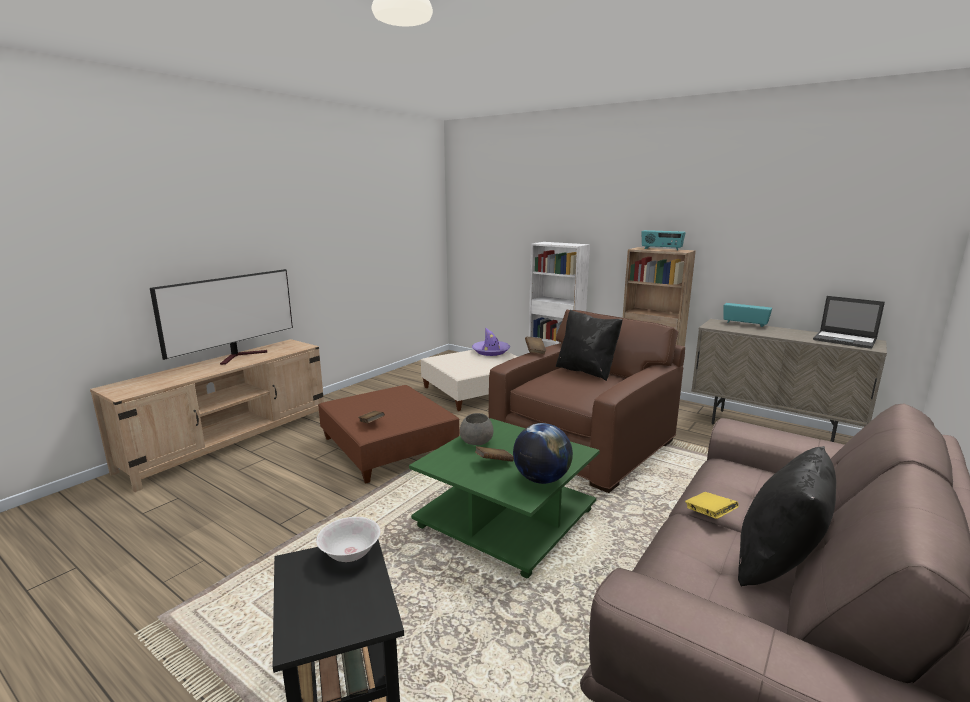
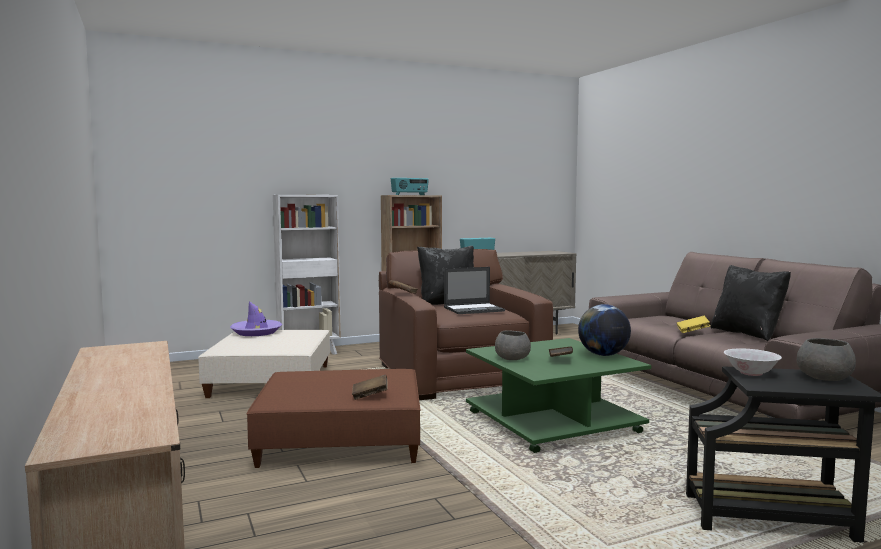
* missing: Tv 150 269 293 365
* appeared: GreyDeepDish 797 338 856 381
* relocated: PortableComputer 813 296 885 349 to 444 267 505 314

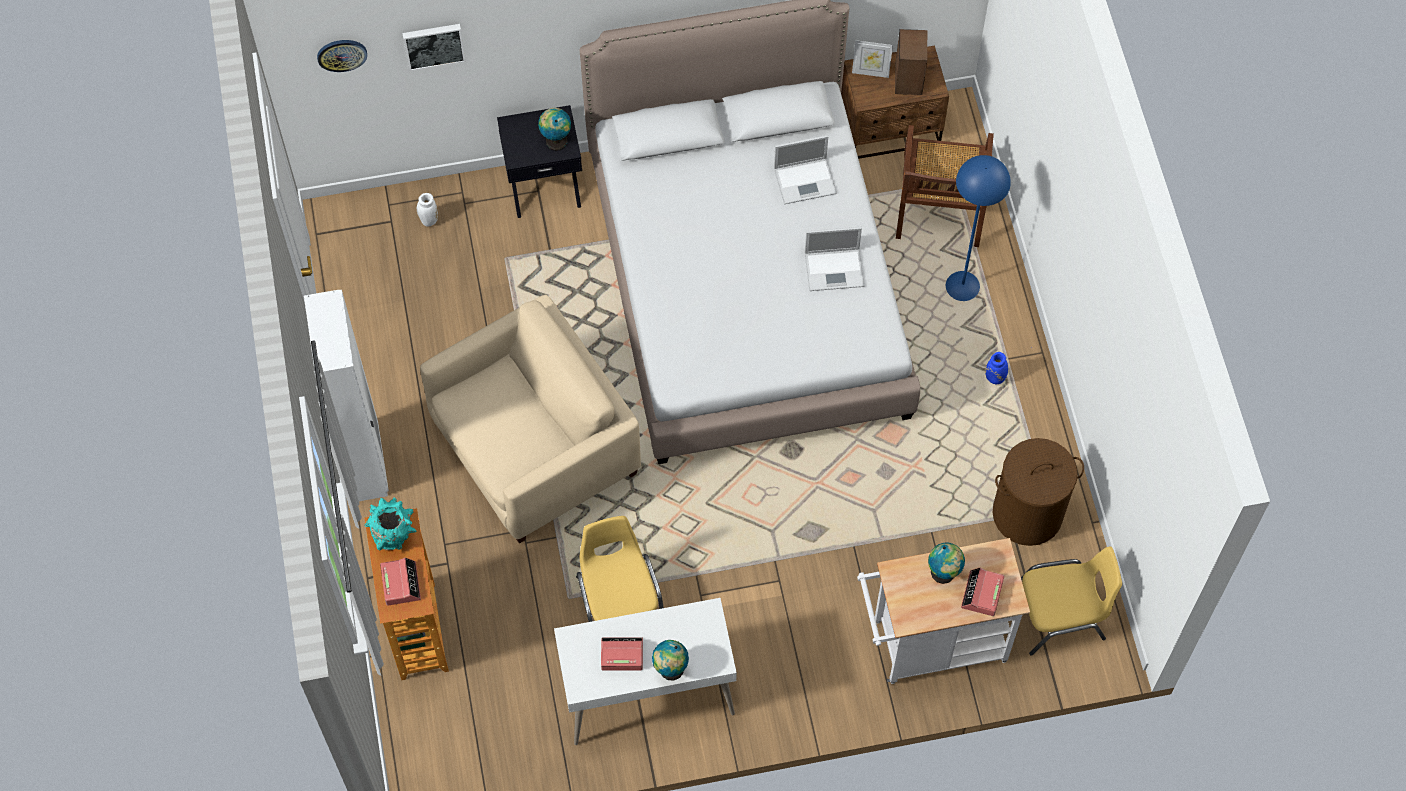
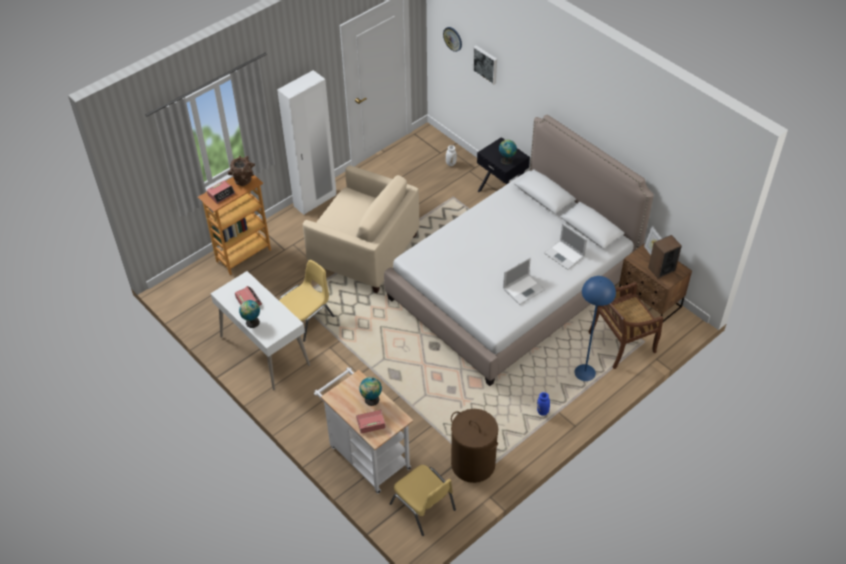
* colour: TurquoiseColouredFlowerVase 364 498 417 550 to BrownColouredFlowerVase 228 156 255 186
* spun: PortableComputer 805 227 864 291 = 503 257 545 305 90 degrees counterclockwise

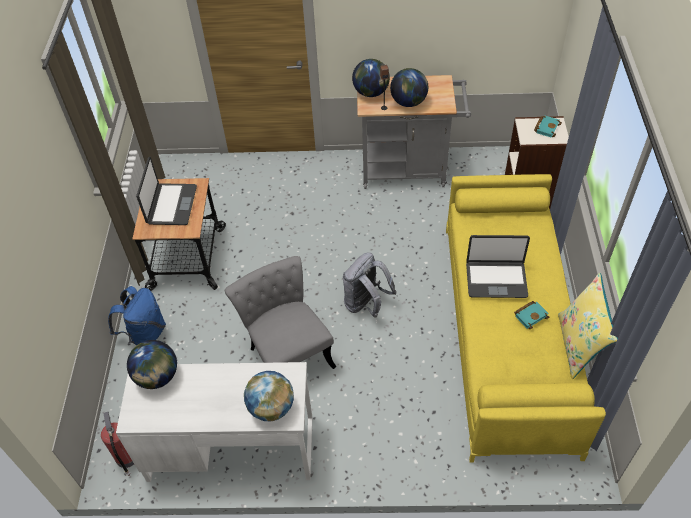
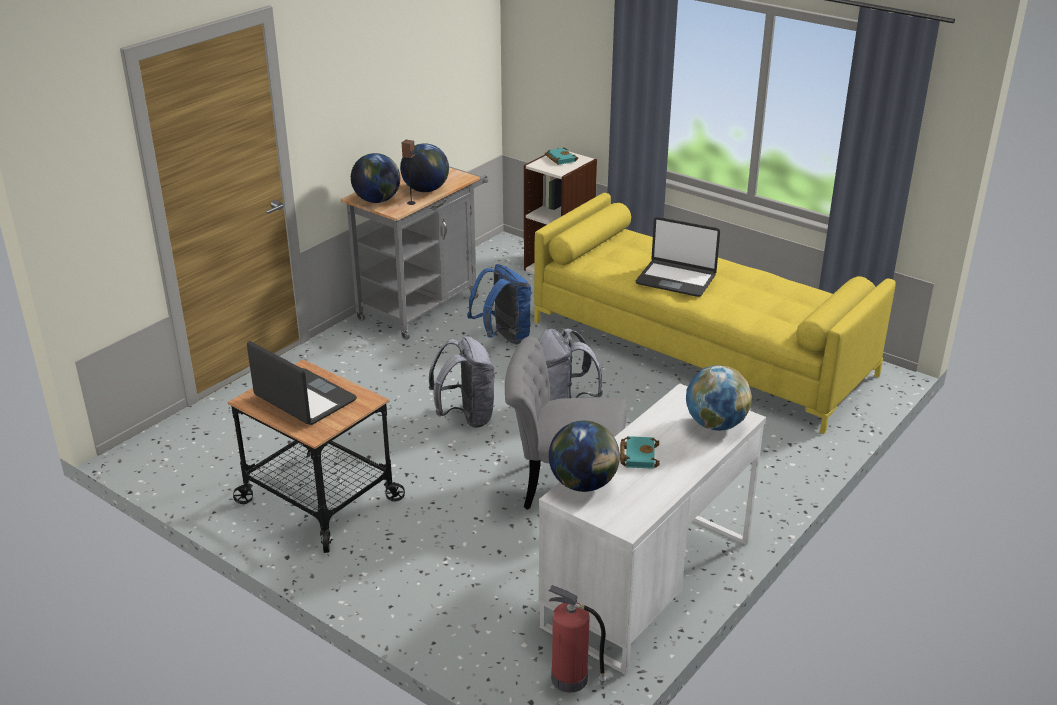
* missing: YellowThrowPillow 558 273 618 379
* appeared: GreyKnapsack 429 336 495 428
* relocated: BluishKnapsack 108 286 166 346 to 467 264 532 344
* relocated: TurquoiseColouredBook 514 301 549 329 to 620 436 660 469
* spun: PortableComputer 466 235 530 298 = 636 217 720 297 75 degrees clockwise

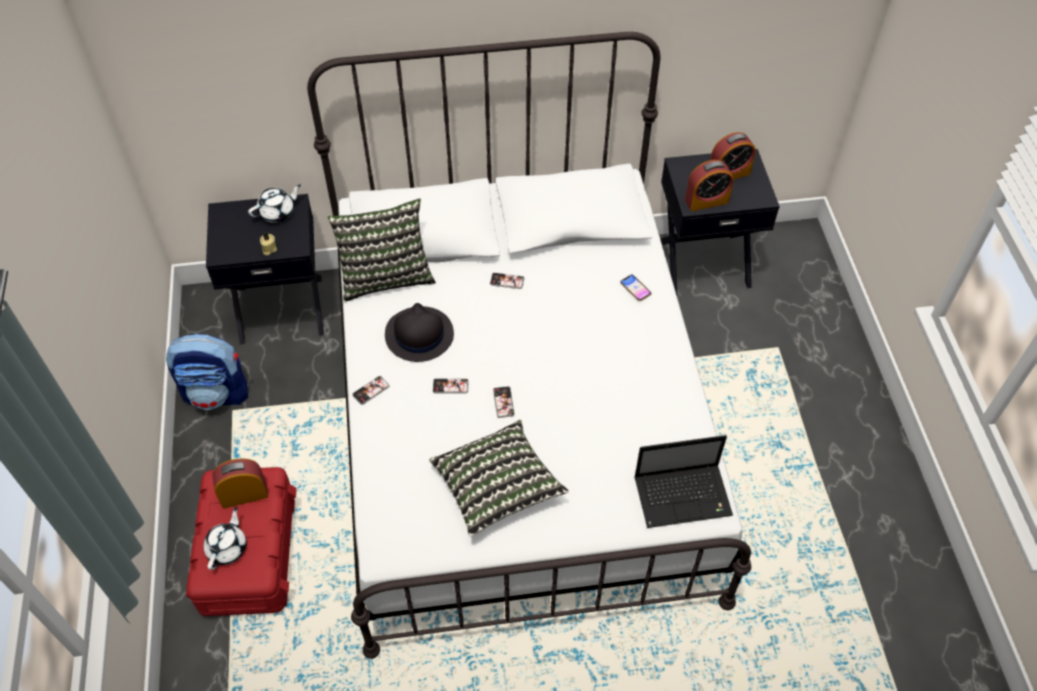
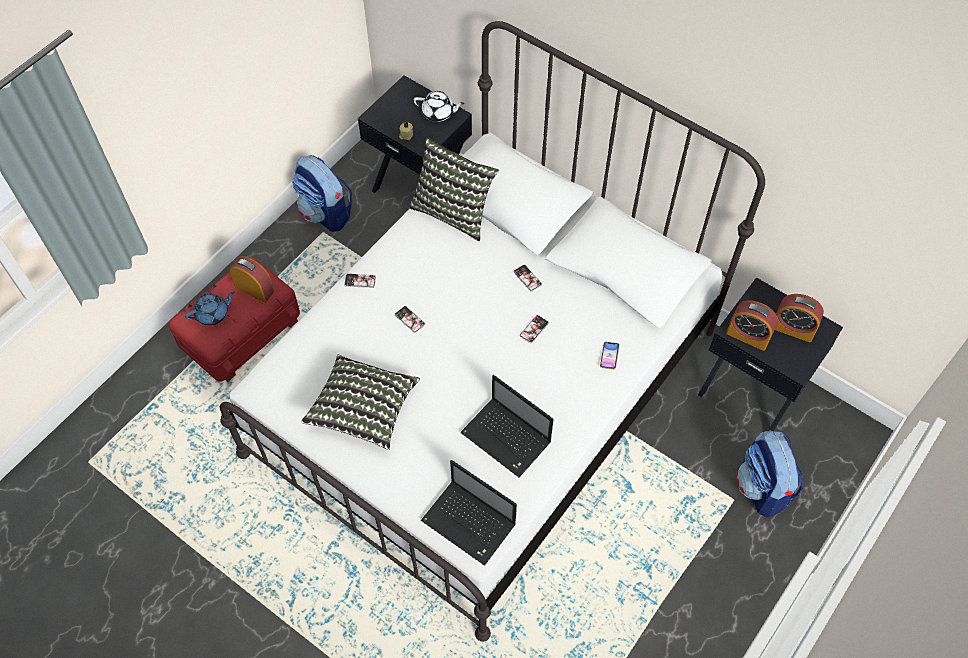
* missing: BlackHat 385 303 454 362
* appeared: PortableComputer 460 375 554 478
* appeared: Knapsack 736 431 803 518
* relocated: Phone 493 386 515 418 to 520 315 549 343
* colour: WhiteColouredTeapot 204 506 247 570 to BluishTeapot 185 291 235 326

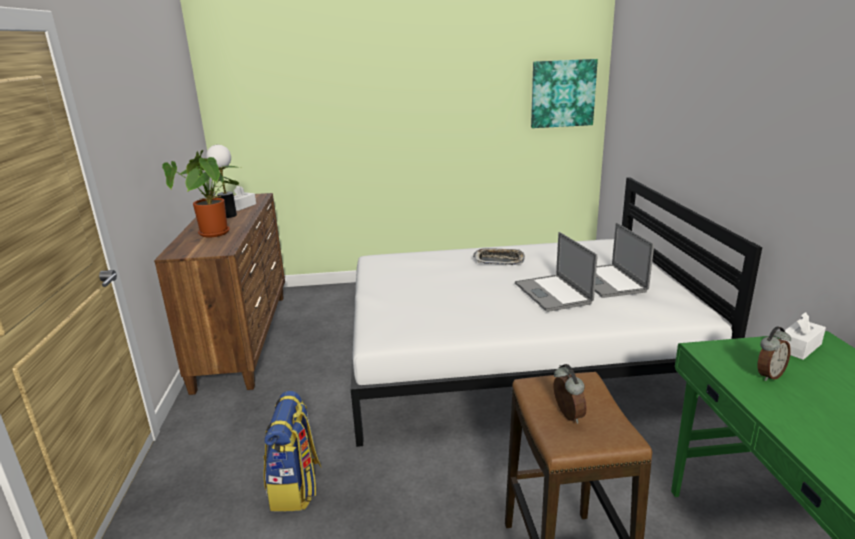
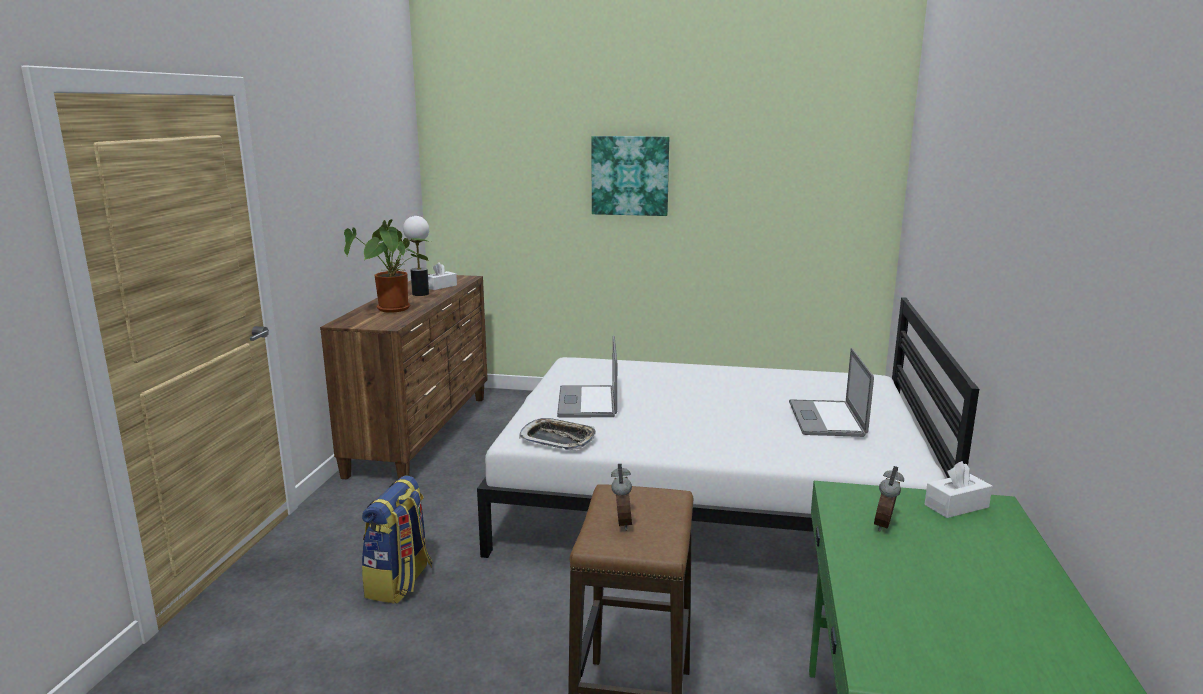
* relocated: Tray 473 248 525 265 to 519 418 596 450
* relocated: PortableComputer 515 232 597 312 to 557 335 617 418
* relocated: WallArt 531 59 598 128 to 591 136 669 216
* spun: TableClock 758 327 791 381 = 874 466 904 531 135 degrees clockwise

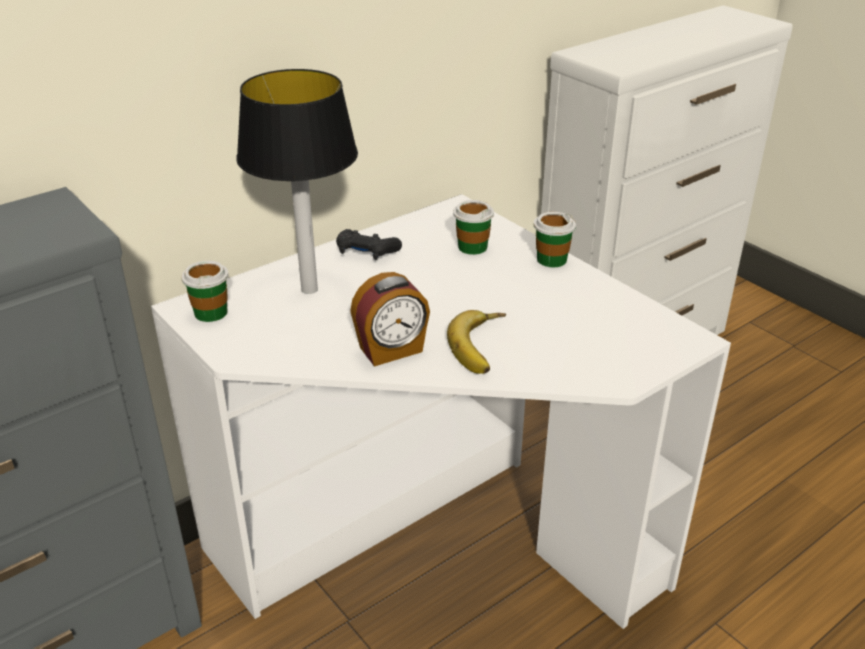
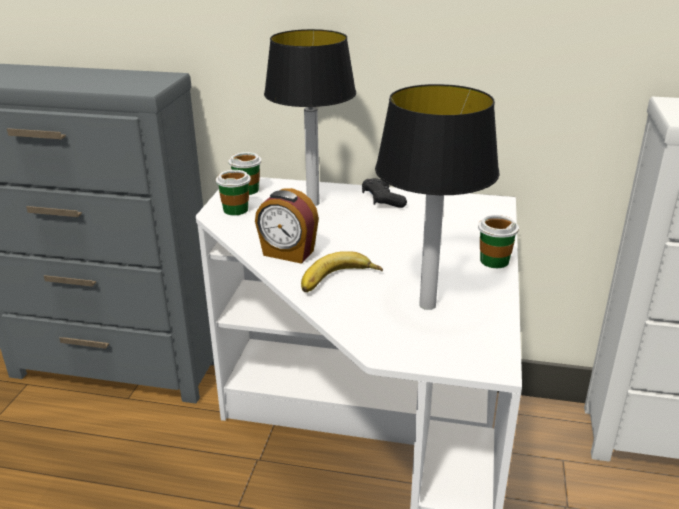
* appeared: TabletopLamp 375 84 500 310
* relocated: Cup 453 200 494 255 to 216 170 251 215

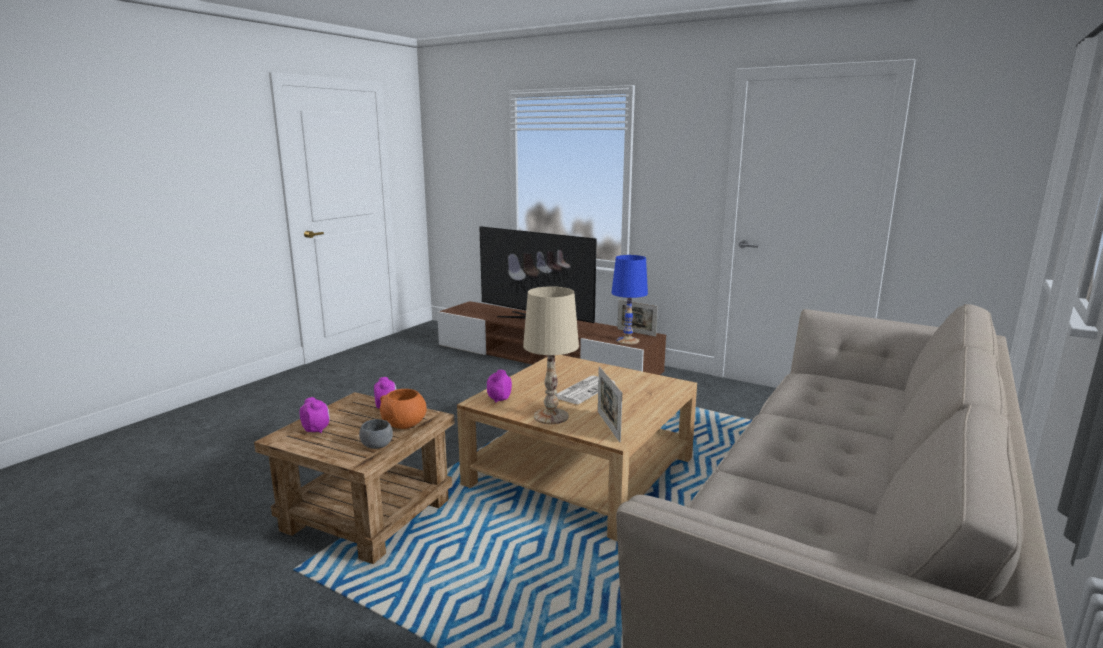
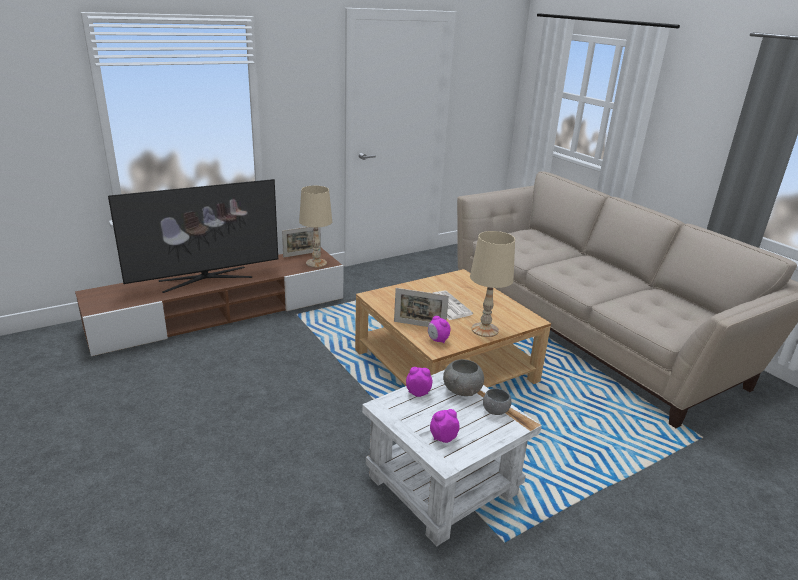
* relocated: PhotoFrame 598 367 622 442 to 394 288 449 327
* colour: BrownColouredEndTable 254 392 454 564 to WhiteColouredEndTable 362 370 542 546
* colour: OrangeDeepDish 380 389 427 429 to GreyDeepDish 443 359 484 396
* colour: BluishTabletopLamp 611 255 648 345 to BeigeColouredTabletopLamp 299 186 332 268

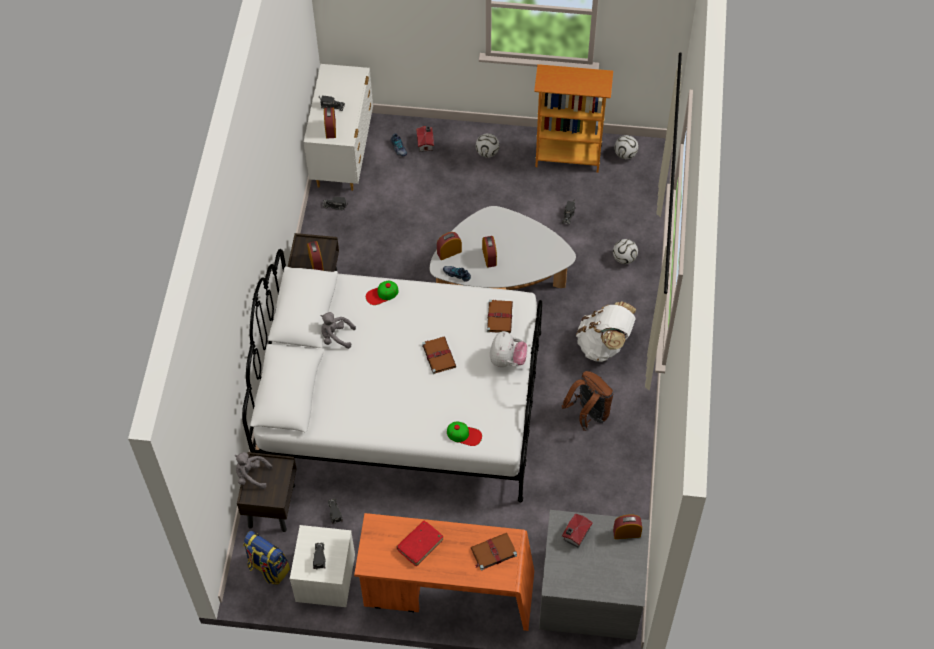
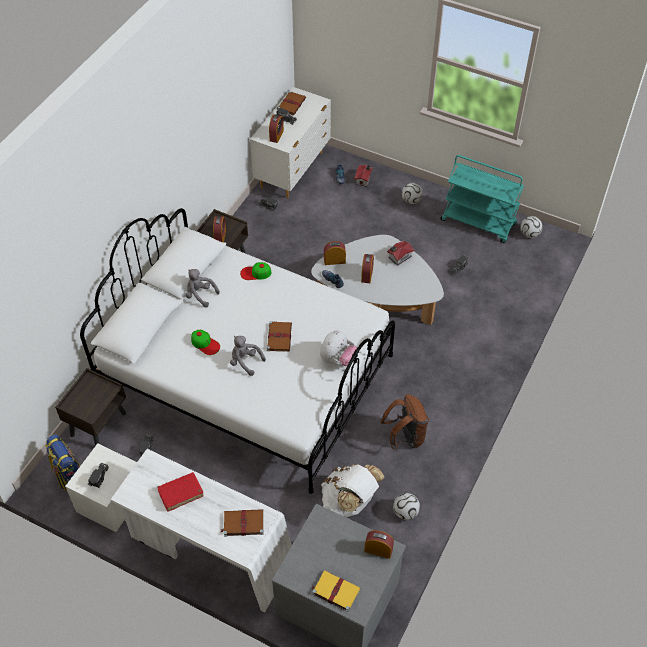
* appeared: YellowBook 311 570 360 612
* relocated: GreySoftToy 234 452 272 489 to 230 336 266 376
* relocated: PeakedCap 447 421 482 446 to 191 330 220 355
* relocated: BrownColouredBook 487 299 513 333 to 277 91 306 115
* relocated: ToyHouse 562 514 593 548 to 387 241 414 266
* relocated: WhiteColouredKnapsack 576 301 636 362 to 321 464 385 517
* relocated: FootballBall 613 239 638 264 to 393 493 420 520
* exchanged: Bookcase 534 64 613 173 to TurquoiseColouredCart 441 155 524 243
* colour: OrangeDeskTable 354 513 534 631 to WhiteColouredDeskTable 111 449 292 613

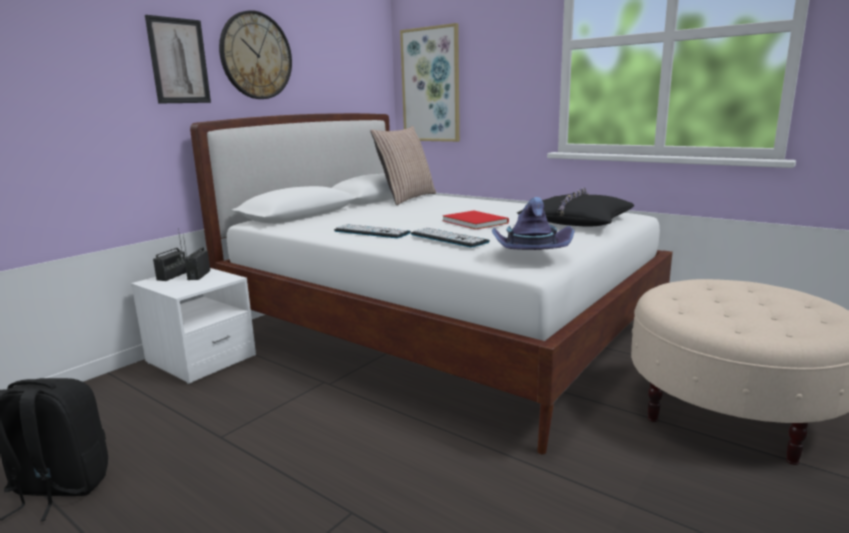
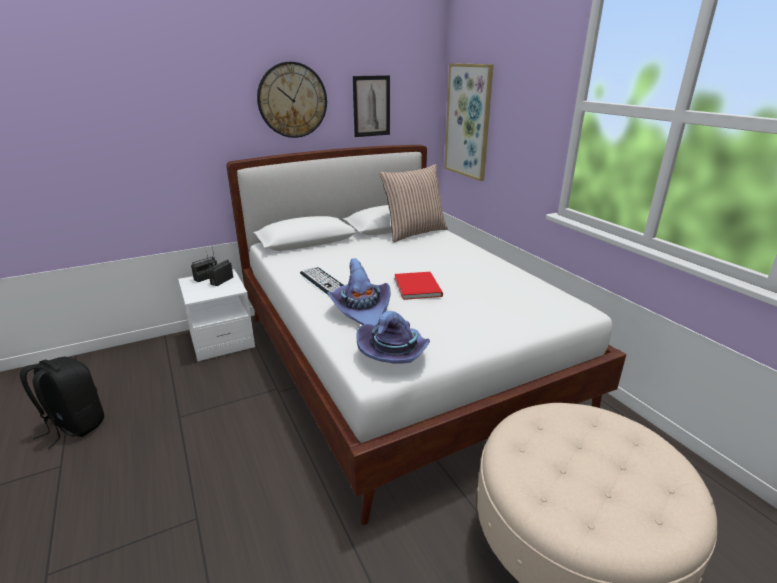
* missing: BlackThrowPillow 517 188 634 226
* relocated: WallArt 145 15 211 104 to 353 75 390 137
* exchanged: PcKeyboard 411 227 490 248 to PurplishHat 328 258 391 326

